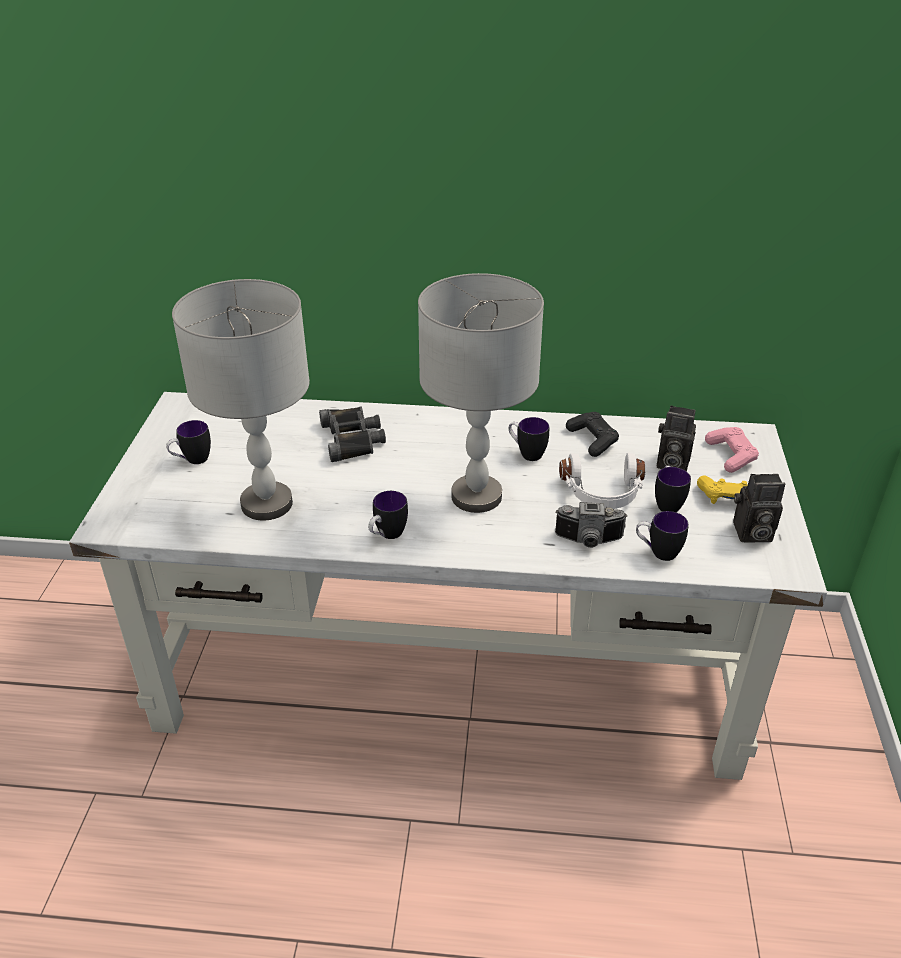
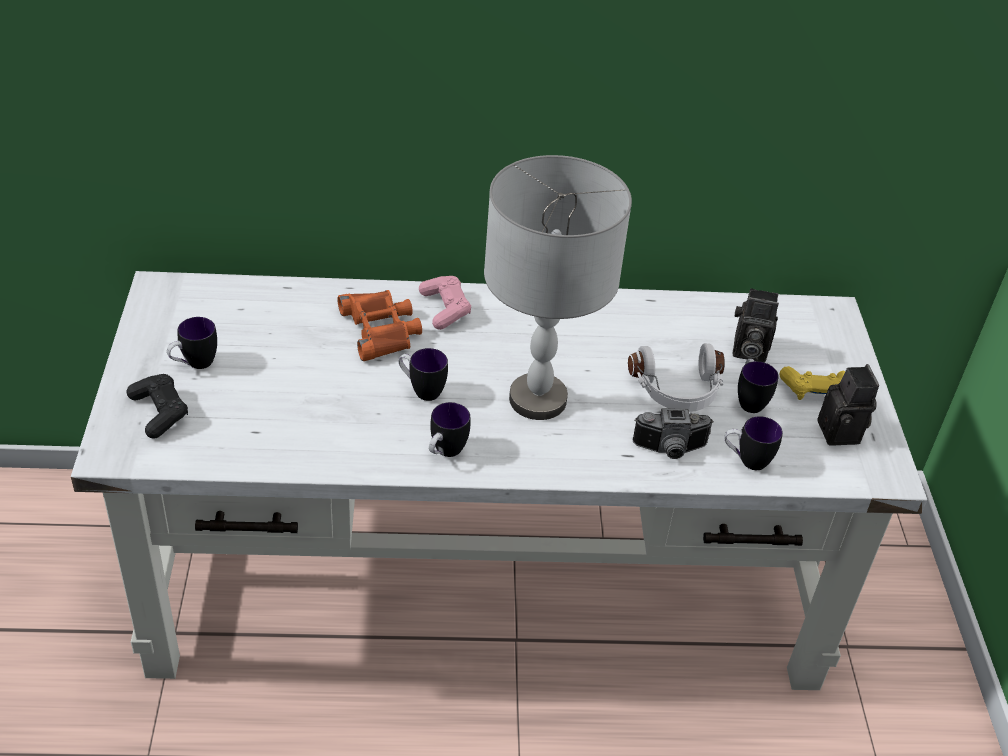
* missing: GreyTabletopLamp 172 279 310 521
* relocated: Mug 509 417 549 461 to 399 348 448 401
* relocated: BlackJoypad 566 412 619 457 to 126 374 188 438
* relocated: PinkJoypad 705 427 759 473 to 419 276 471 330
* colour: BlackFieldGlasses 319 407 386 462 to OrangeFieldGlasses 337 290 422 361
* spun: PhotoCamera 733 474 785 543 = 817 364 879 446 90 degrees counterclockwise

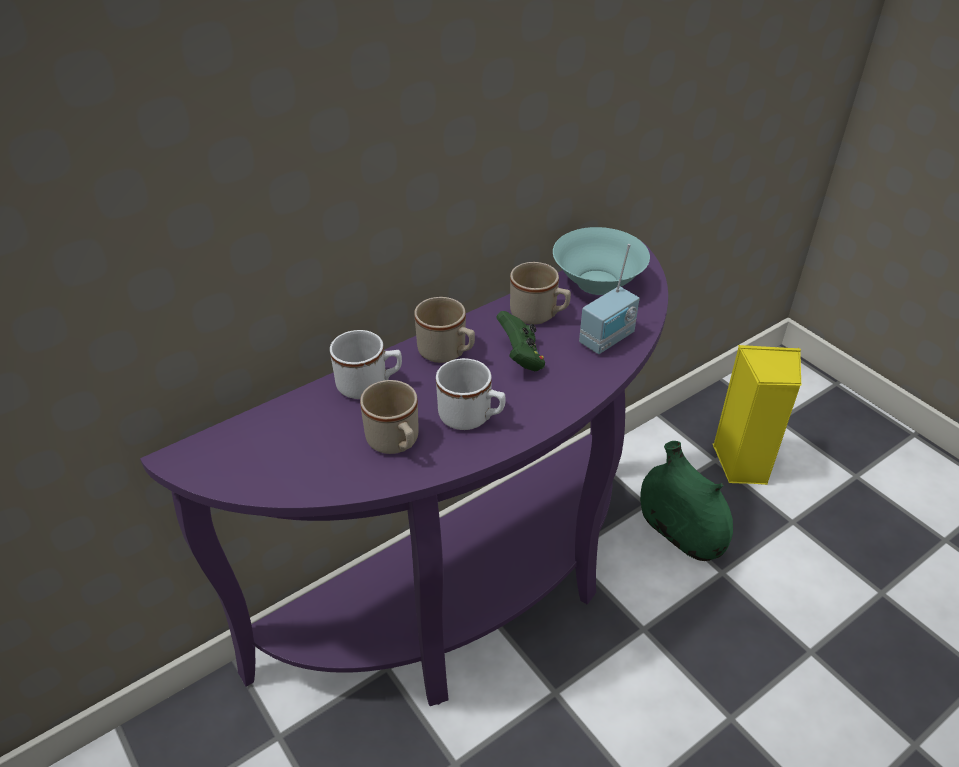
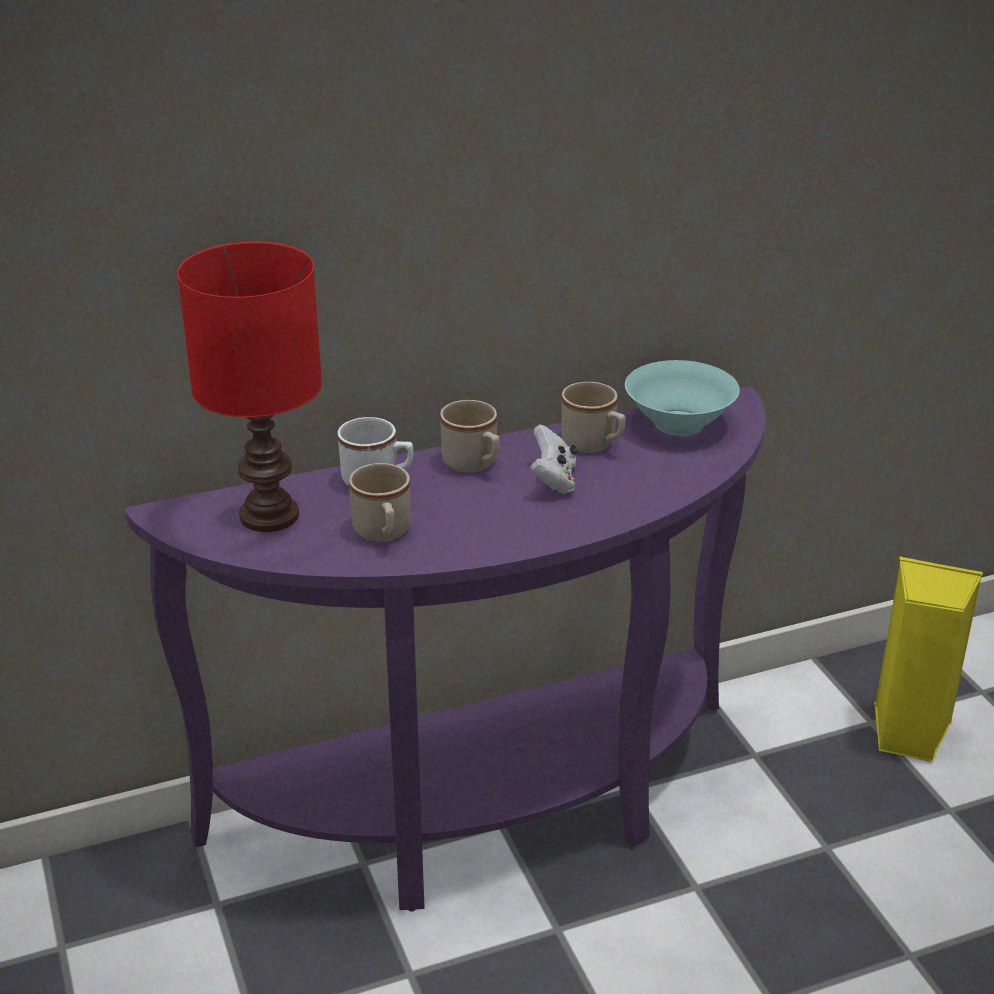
* missing: WhiteColouredMug 436 358 506 430
* missing: RadioSet 579 244 640 354
* missing: GreenColouredFlowerVase 640 441 733 561
* appeared: ReddishTabletopLamp 177 242 322 532
* colour: GreenColouredJoypad 496 311 545 371 to WhiteColouredJoypad 530 425 577 494

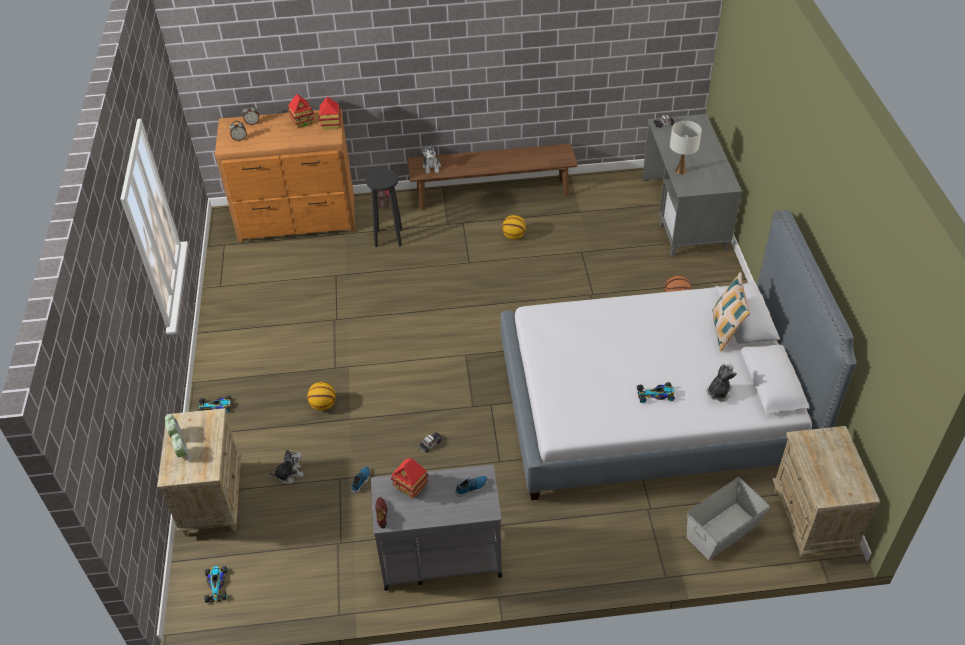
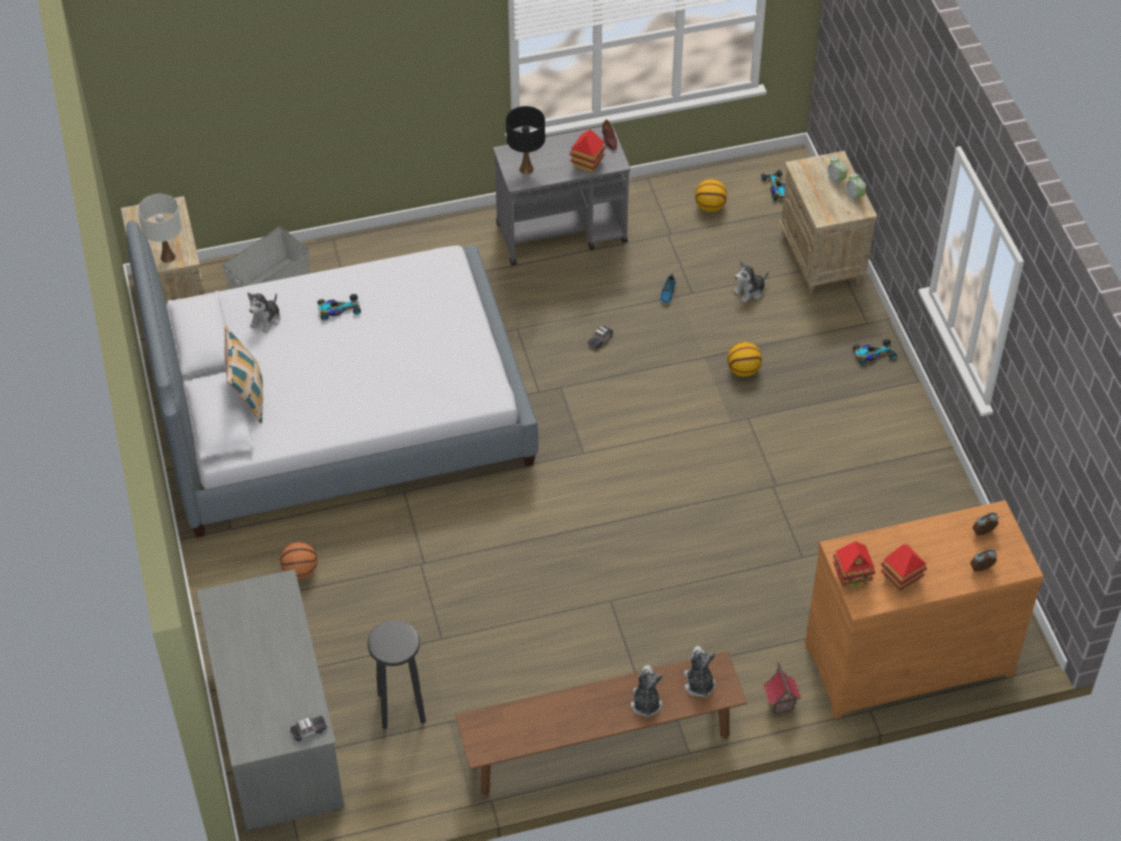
* appeared: SoftToy 631 665 663 718
* relocated: BlackStool 366 168 402 247 to 368 620 426 729
* relocated: BasketballBall 502 215 526 240 to 695 179 727 212
* relocated: WhiteColouredTabletopLamp 670 121 702 175 to 138 194 182 263
* exchanged: LowShoe 455 476 488 497 to BlackTabletopLamp 506 106 545 175

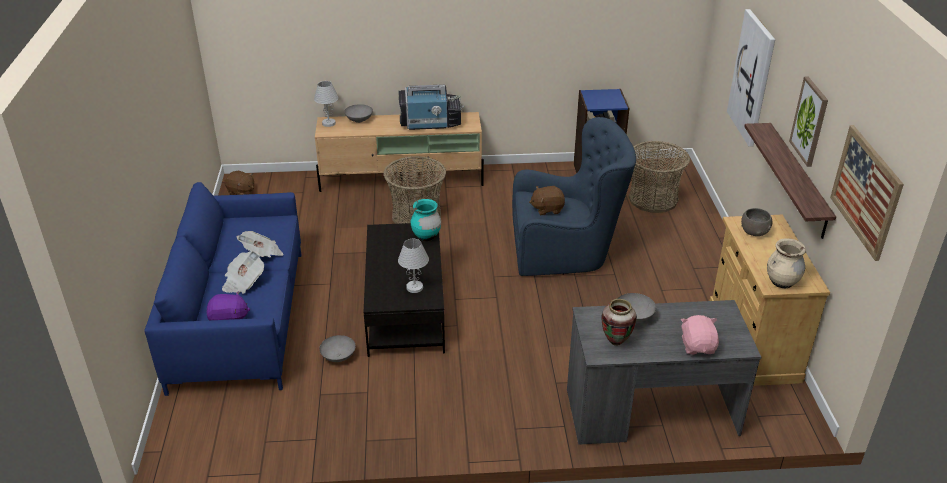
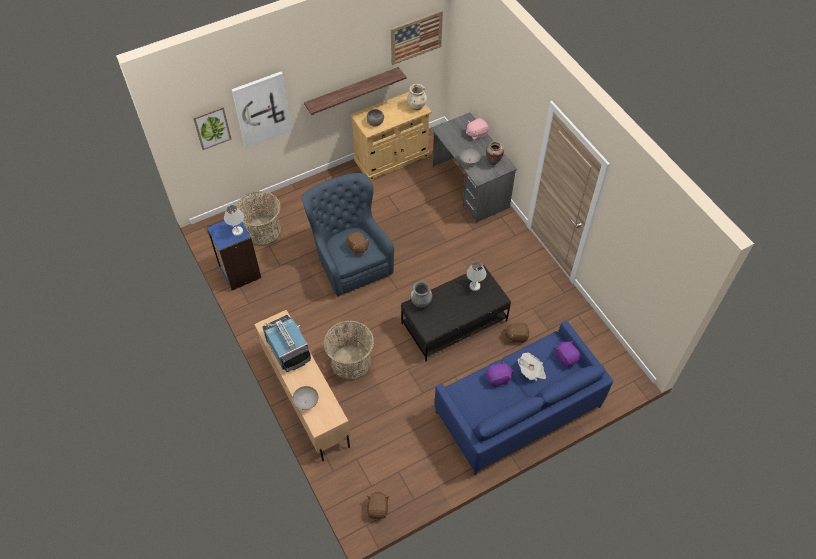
* relocated: WhiteColouredTabletopLamp 314 81 339 127 to 224 205 244 236
* relocated: WallArt 789 77 828 167 to 193 106 232 150
* exchanged: PrintedPaper 237 231 284 257 to PurplishSoftToy 486 361 513 387
* exchanged: GreyDeepDish 319 335 356 362 to BrownColouredSoftToy 504 322 529 343
* colour: TurquoiseColouredFlowerVase 411 199 441 241 to GreyFlowerVase 411 281 432 308

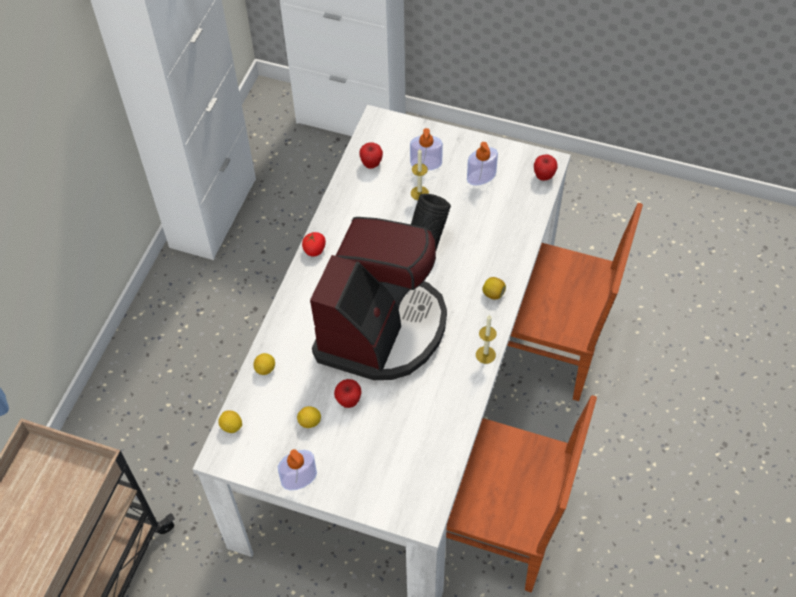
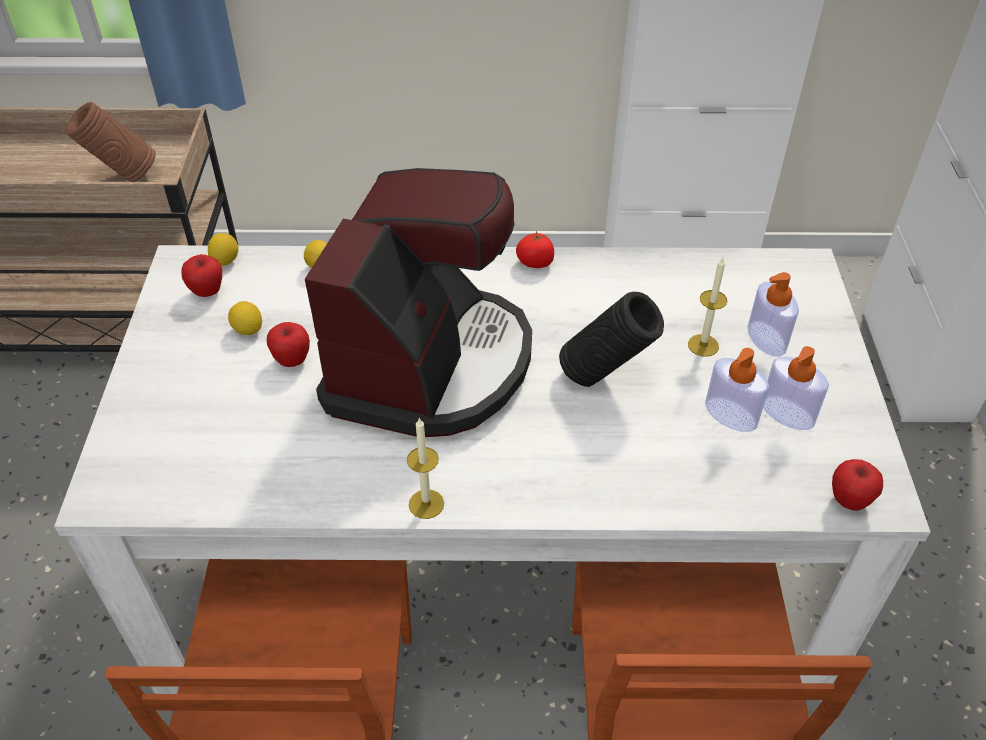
* missing: CitrusFruit 482 277 506 300
* appeared: BrownColouredFlowerVase 66 102 156 182
* relocated: LiquidSoapBottle 278 449 317 490 to 705 348 769 432
* relocated: AppleFruit 359 142 383 169 to 181 254 222 297
* spun: CoffeeMaker 310 217 447 380 = 305 168 532 437 75 degrees counterclockwise

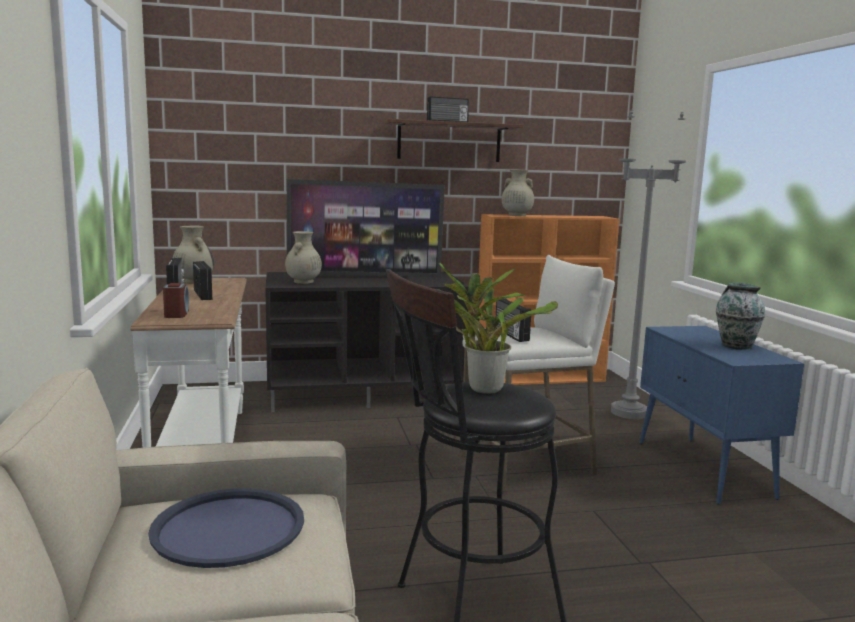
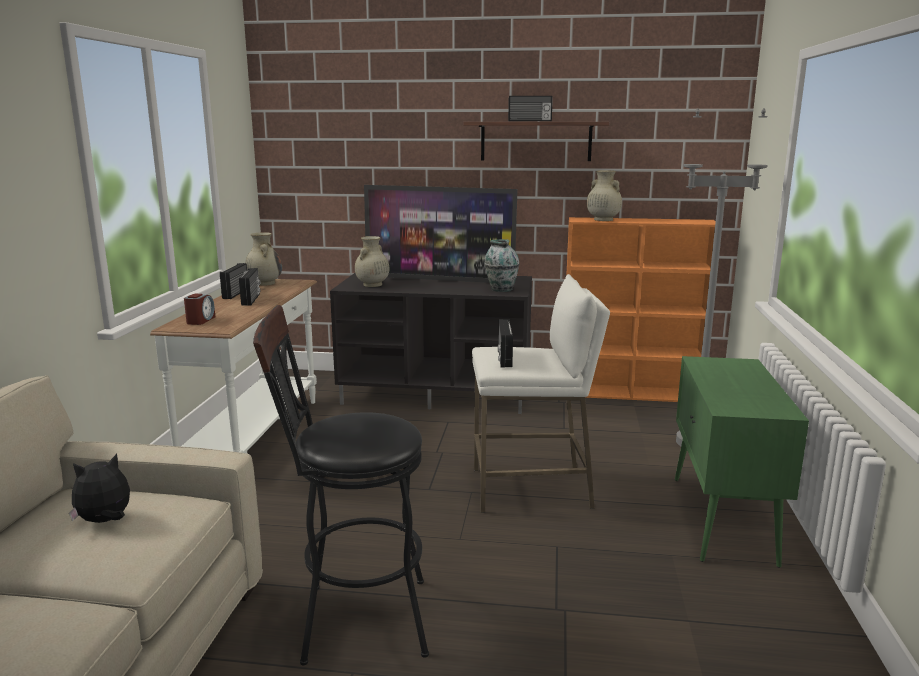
* missing: PottedPlant 437 262 558 394
* relocated: FlowerVase 716 283 765 350 to 484 239 520 292
* exchanged: BluishTray 148 488 304 568 to SoftToy 69 454 130 523
* colour: BluishCabinet 639 326 804 505 to GreenColouredCabinet 675 356 809 568

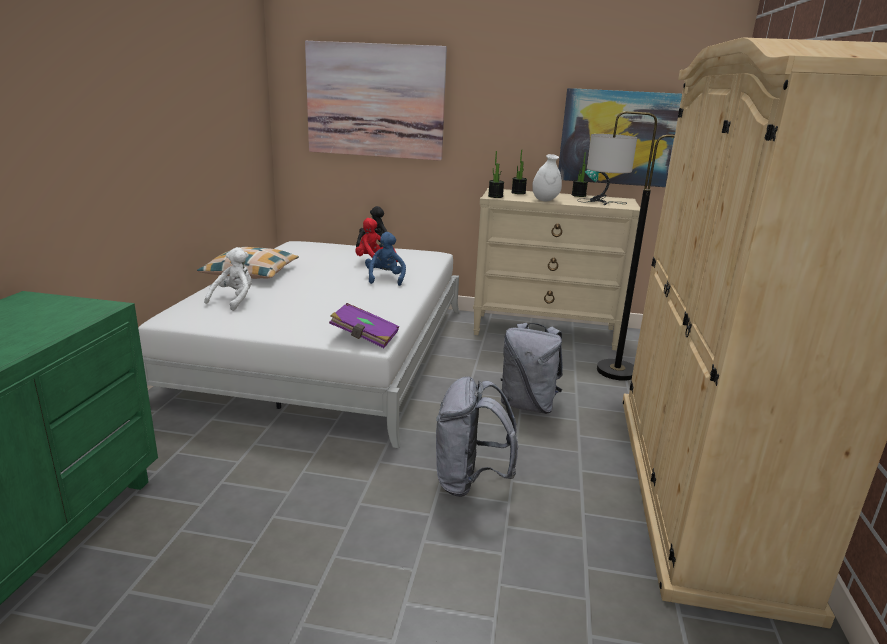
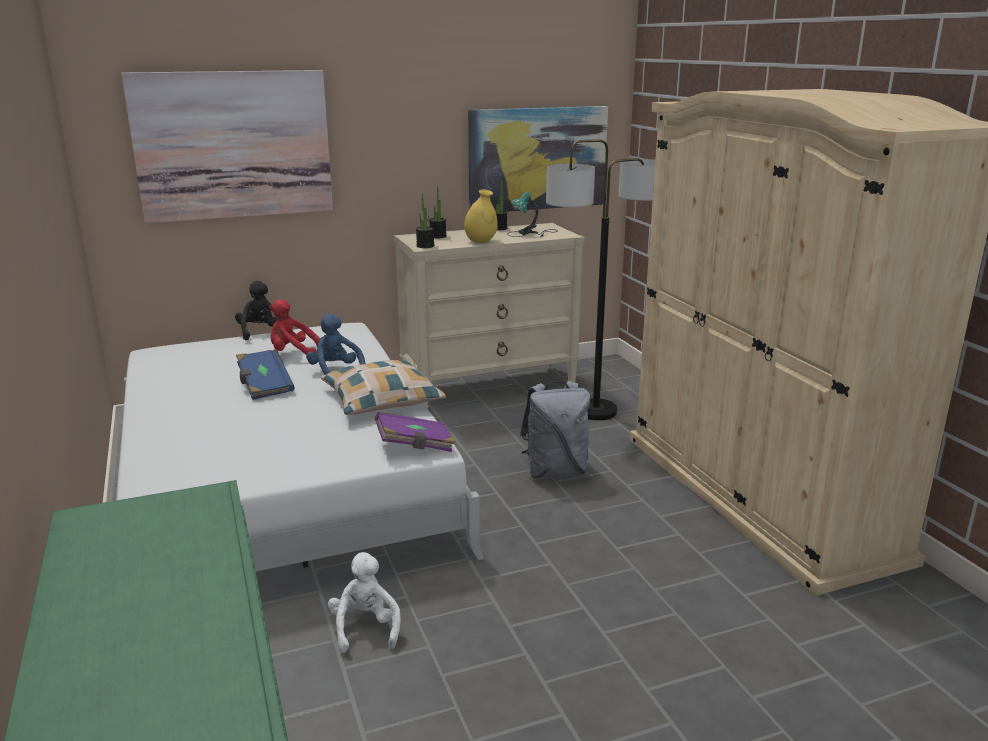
* missing: GreyKnapsack 436 376 518 497
* appeared: BluishBook 236 349 295 400
* relocated: ThrowPillow 197 247 299 279 to 321 360 446 415
* relocated: WhiteColouredSoftToy 204 247 252 311 to 328 552 401 653
* colour: WhiteColouredFlowerVase 532 154 562 201 to YellowFlowerVase 464 190 498 243

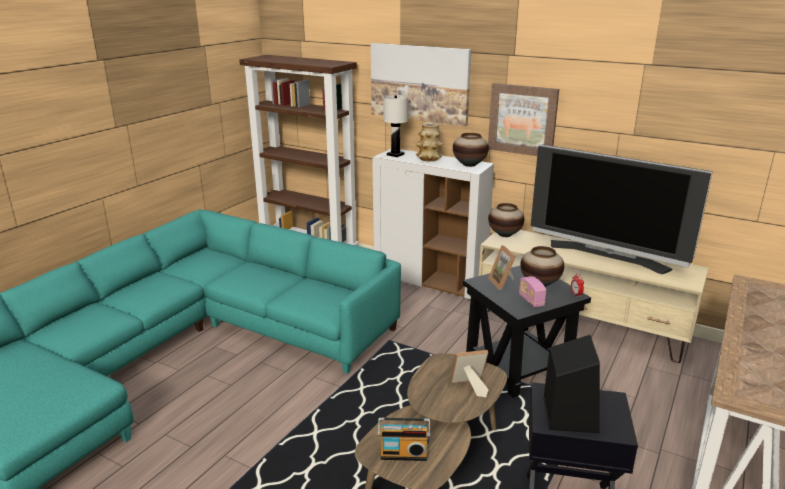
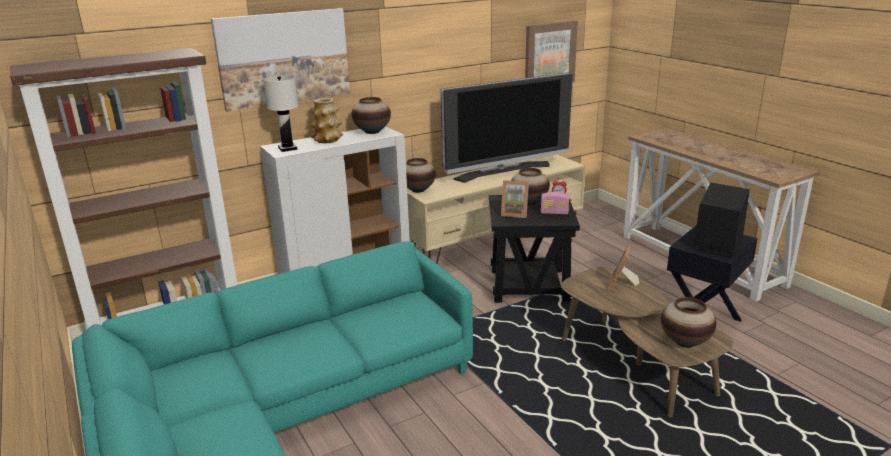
* relocated: WallArt 488 83 559 156 to 525 21 578 82
* exchanged: RadioSet 378 418 431 461 to FlowerVase 661 297 717 348

